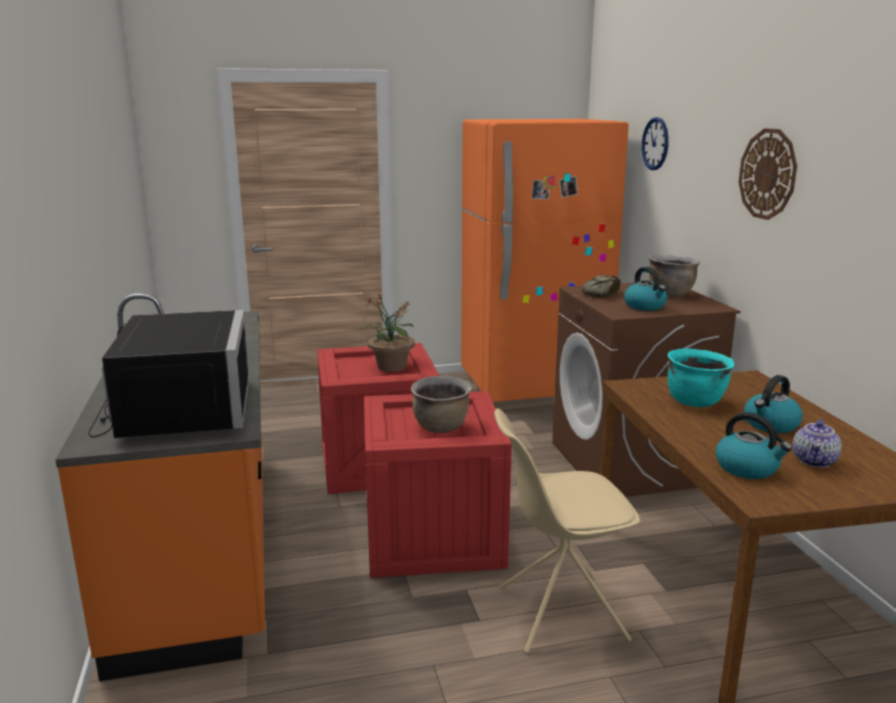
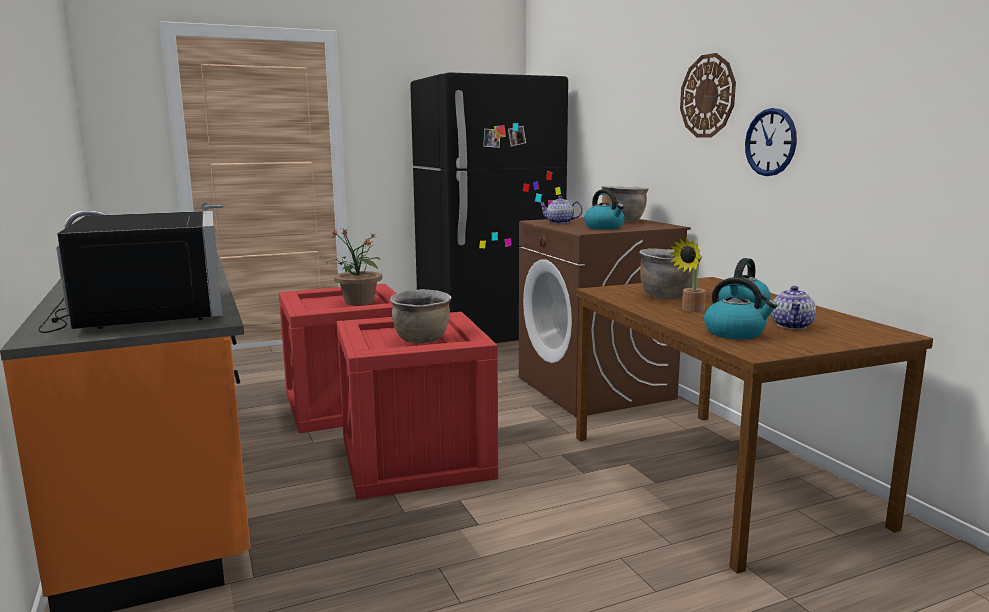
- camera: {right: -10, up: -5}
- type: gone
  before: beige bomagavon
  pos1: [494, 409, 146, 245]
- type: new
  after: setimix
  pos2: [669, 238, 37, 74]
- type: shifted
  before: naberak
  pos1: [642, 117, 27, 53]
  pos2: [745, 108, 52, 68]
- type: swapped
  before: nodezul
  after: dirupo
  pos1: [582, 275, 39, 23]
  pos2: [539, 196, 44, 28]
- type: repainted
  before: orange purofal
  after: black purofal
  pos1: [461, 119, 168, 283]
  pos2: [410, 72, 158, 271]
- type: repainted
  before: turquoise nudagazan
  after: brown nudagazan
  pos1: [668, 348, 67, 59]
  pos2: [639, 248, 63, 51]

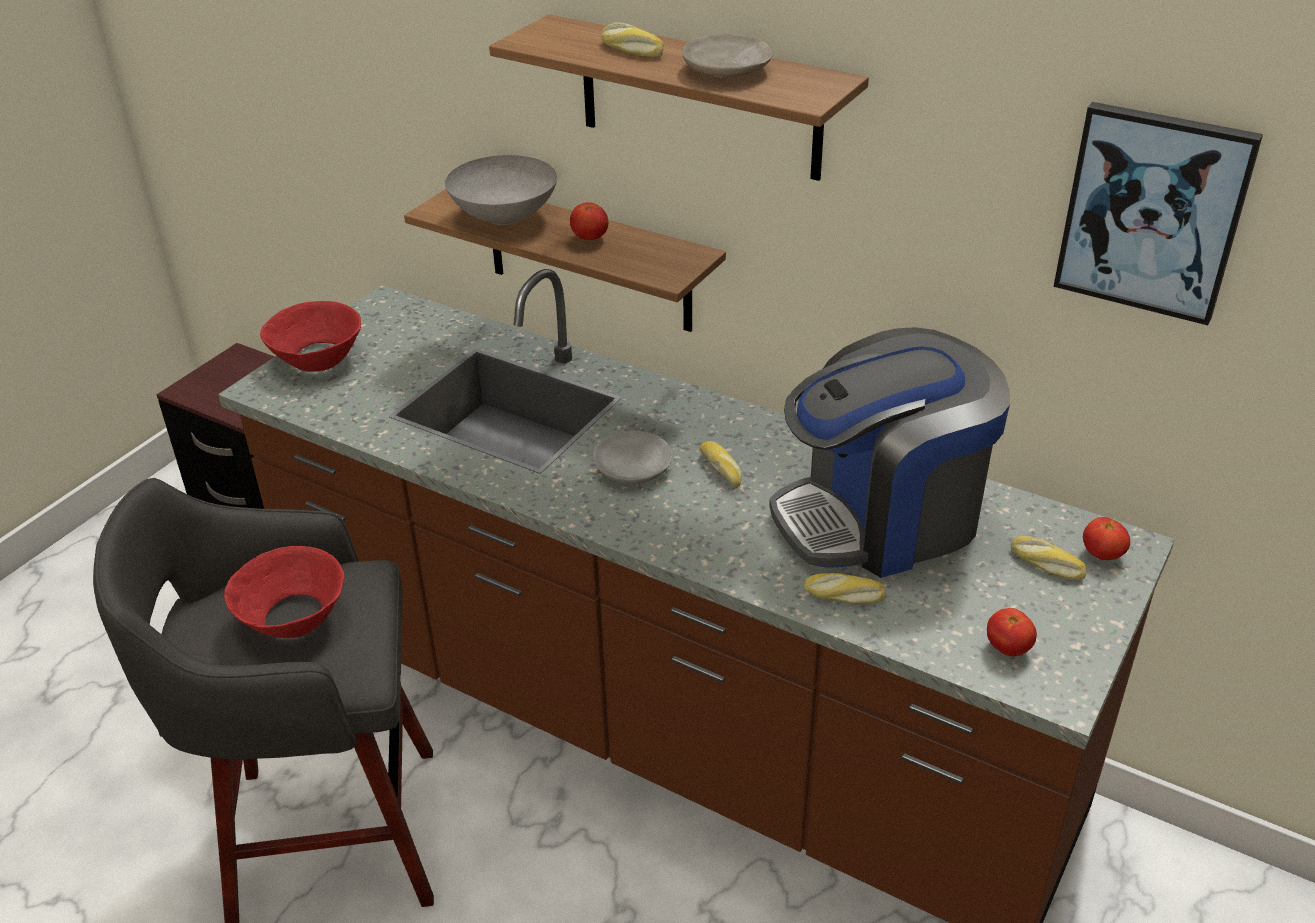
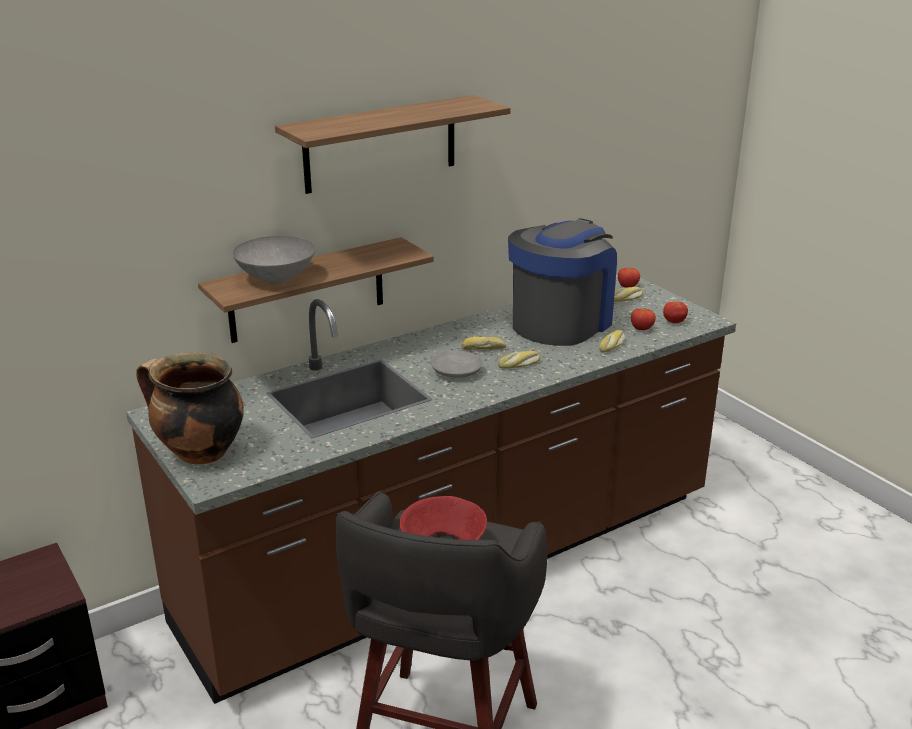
- camera: {right: -65, up: -10}
- type: gone
  before: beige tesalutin
  pos1: [682, 34, 90, 44]
- type: gone
  before: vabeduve
  pos1: [1053, 102, 210, 223]
- type: shifted
  before: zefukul
  pos1: [570, 202, 38, 38]
  pos2: [631, 308, 25, 22]
- type: shifted
  before: nodezul
  pos1: [601, 22, 63, 36]
  pos2: [498, 351, 43, 18]
- type: swapped
  before: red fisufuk
  after: nudagazan
  pos1: [260, 301, 101, 71]
  pos2: [136, 352, 108, 112]
- type: rotated
  before: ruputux
  pos1: [769, 327, 241, 251]
  pos2: [508, 218, 109, 128]
  turn: -150

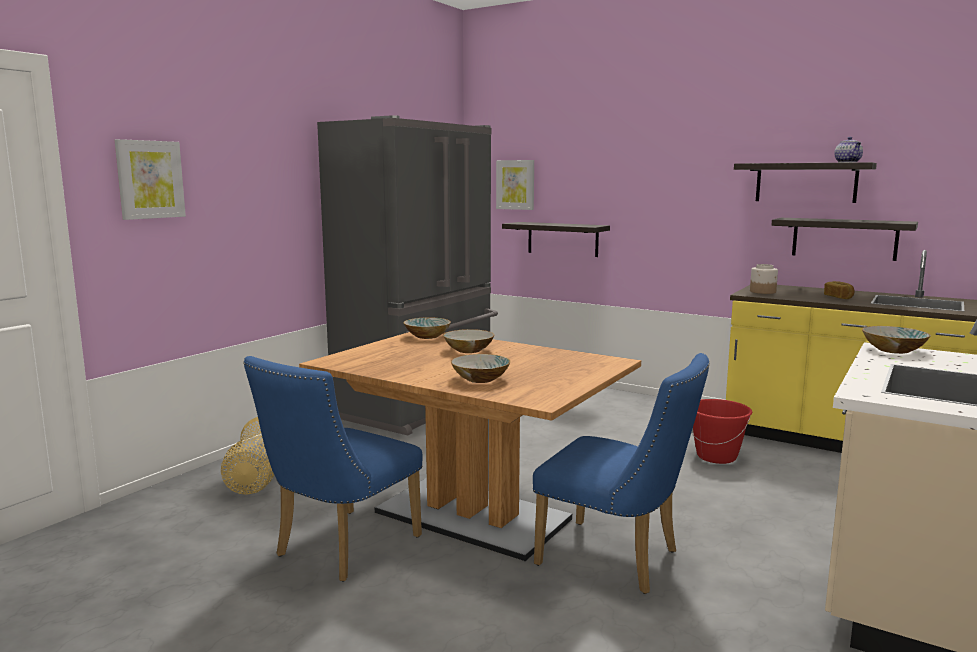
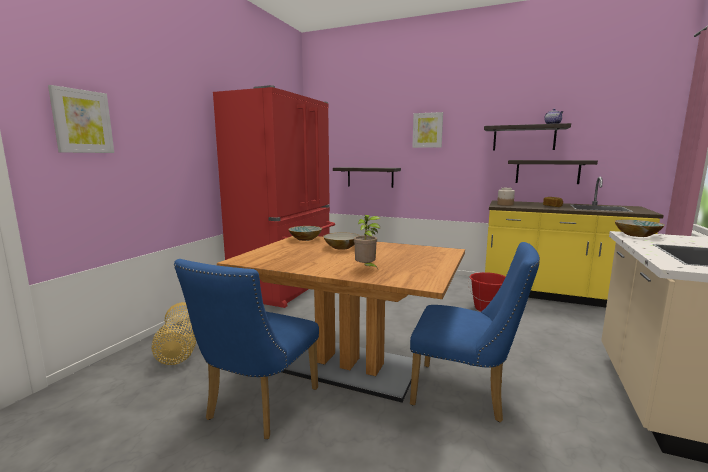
- camera: {right: -10, up: 0}
- type: shifted
  before: vabeduve
  pos1: [496, 160, 38, 50]
  pos2: [412, 112, 31, 36]
- type: swapped
  before: fisufuk
  after: setimix
  pos1: [451, 354, 60, 29]
  pos2: [354, 215, 26, 54]
- type: repainted
  before: grey purofal
  after: red purofal
  pos1: [317, 115, 181, 321]
  pos2: [213, 85, 122, 223]

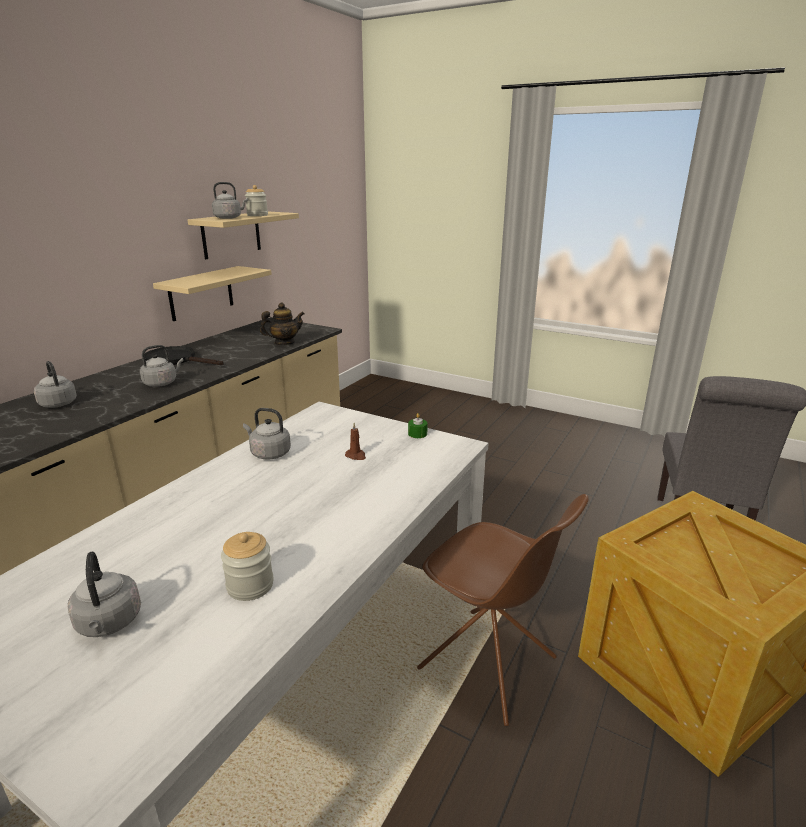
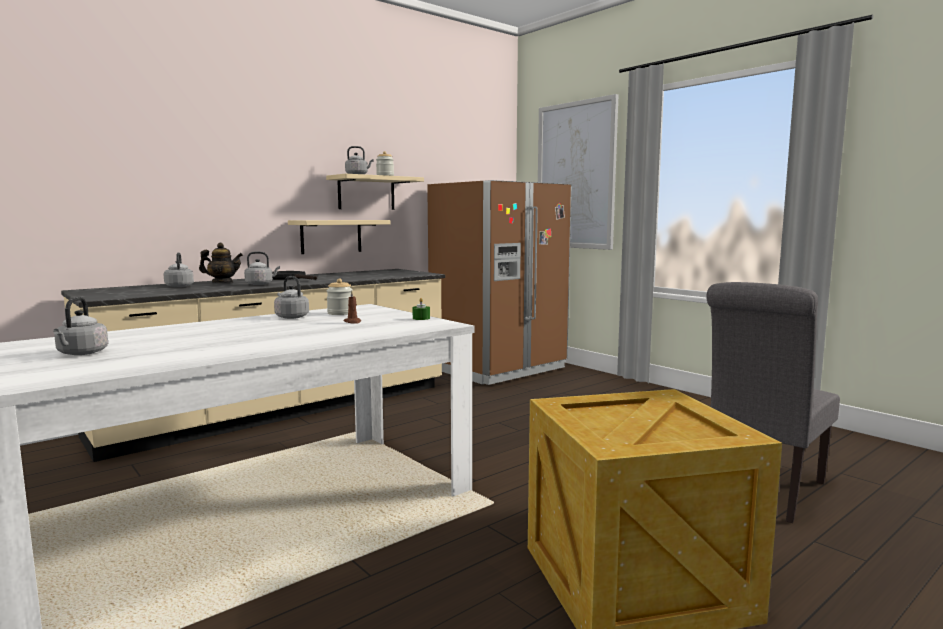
- camera: {right: 20, up: -15}
- type: gone
  before: brown bomagavon
  pos1: [417, 494, 172, 232]
- type: new
  after: brown purofal
  pos2: [427, 180, 145, 205]
- type: new
  after: vabeduve
  pos2: [538, 94, 80, 156]
- type: shifted
  before: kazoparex
  pos1: [221, 532, 53, 69]
  pos2: [326, 278, 27, 37]
- type: shifted
  before: dirupo
  pos1: [260, 302, 45, 43]
  pos2: [199, 243, 44, 40]

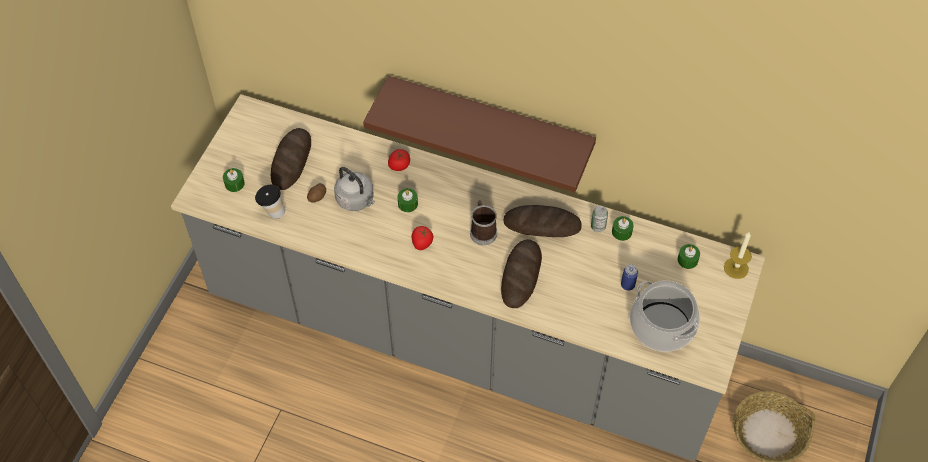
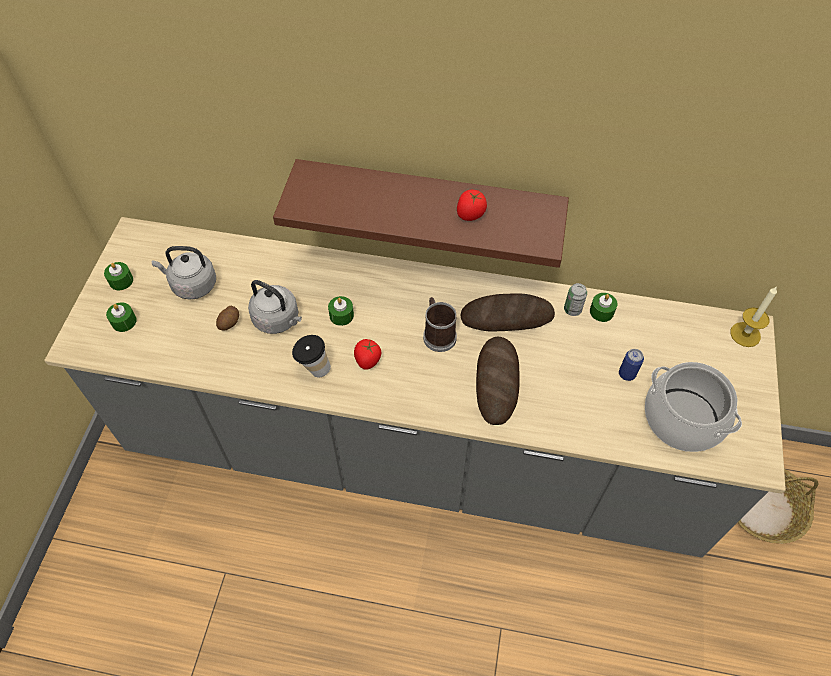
- camera: {right: -10, up: 0}
- type: shifted
  before: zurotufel
  pos1: [255, 185, 30, 34]
  pos2: [292, 335, 39, 42]
- type: shifted
  before: zefukul
  pos1: [388, 149, 22, 22]
  pos2: [457, 190, 30, 31]
- type: shifted
  before: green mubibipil
  pos1: [677, 244, 23, 25]
  pos2: [104, 262, 29, 28]
- type: swapped
  before: nodezul
  after: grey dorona
  pos1: [271, 128, 40, 62]
  pos2: [152, 246, 64, 54]

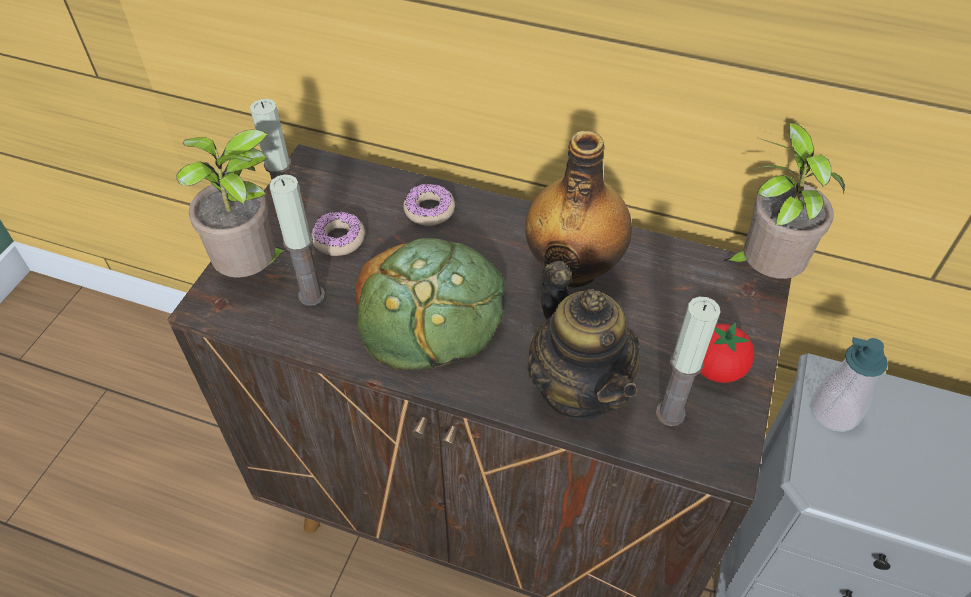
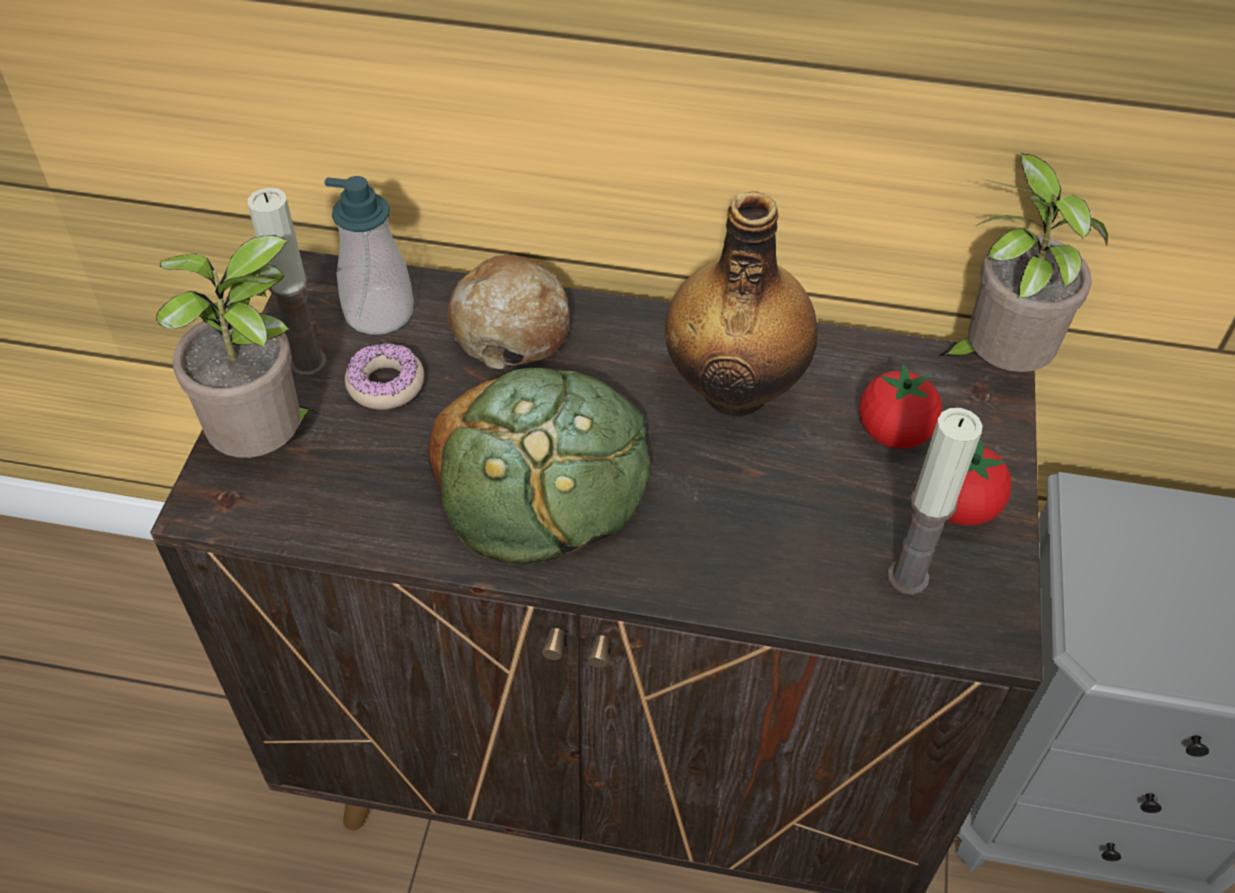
- camera: {right: -10, up: 0}
- type: gone
  before: mubibipil
  pos1: [270, 175, 55, 131]
- type: gone
  before: dirupo
  pos1: [527, 261, 113, 159]
- type: new
  after: zefukul
  pos2: [859, 364, 83, 85]
- type: shifted
  before: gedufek
  pos1: [810, 337, 78, 95]
  pos2: [325, 176, 89, 159]
- type: swapped
  before: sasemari
  after: nodezul
  pos1: [403, 184, 52, 42]
  pos2: [447, 255, 123, 114]

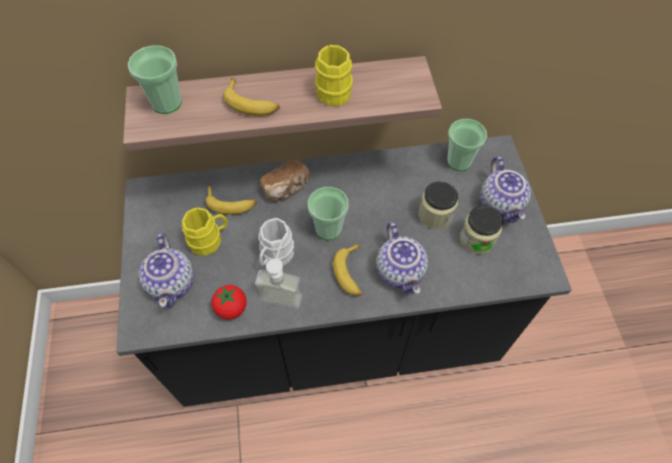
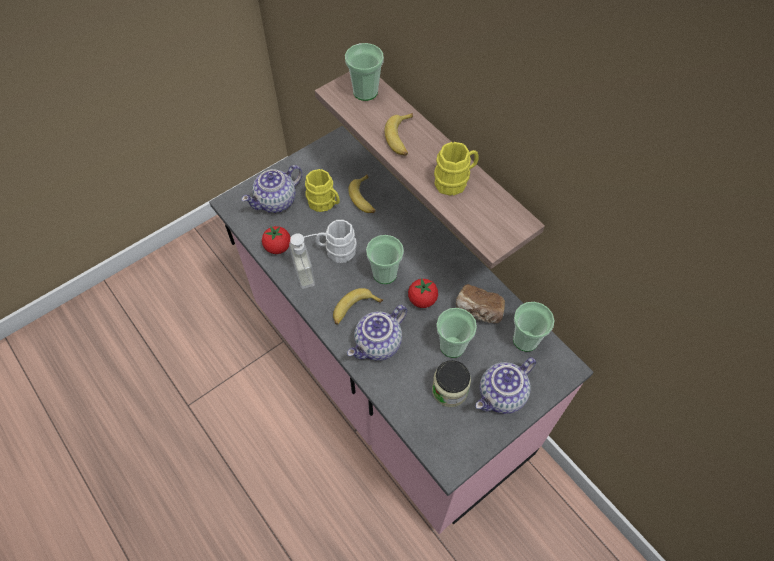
- camera: {right: 60, up: 0}
- type: new
  after: zefukul
  pos2: [408, 278, 30, 30]
- type: shifted
  before: nodezul
  pos1: [260, 160, 50, 42]
  pos2: [456, 284, 49, 40]
- type: swapped
  before: kazoparex
  after: zurotufel
  pos1: [418, 181, 40, 48]
  pos2: [436, 308, 41, 50]
- type: repainted
  before: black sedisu
  after: pink sedisu
  pos1: [117, 135, 455, 272]
  pos2: [209, 126, 385, 408]

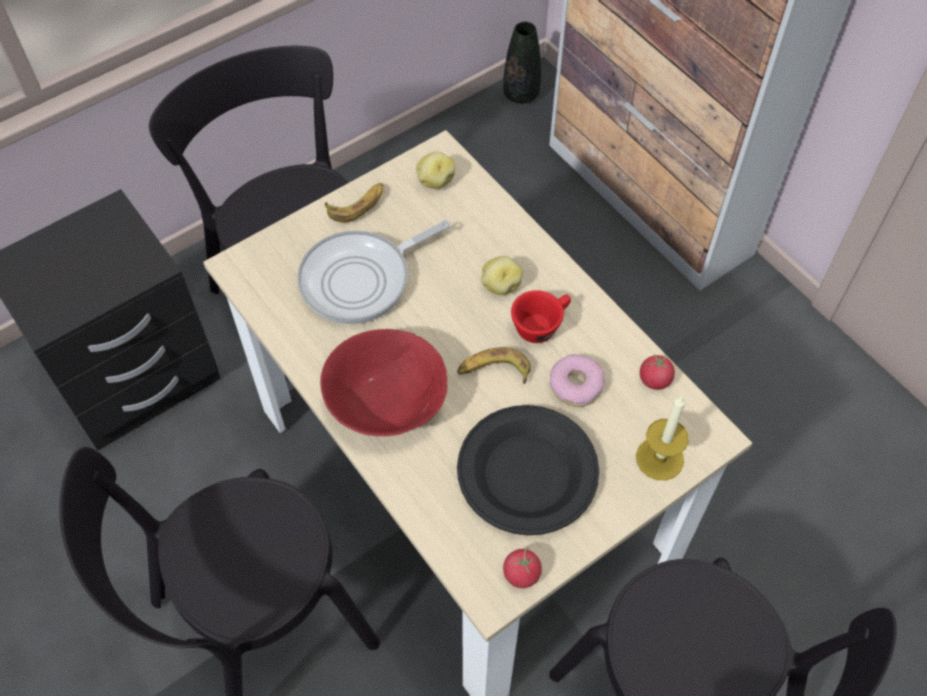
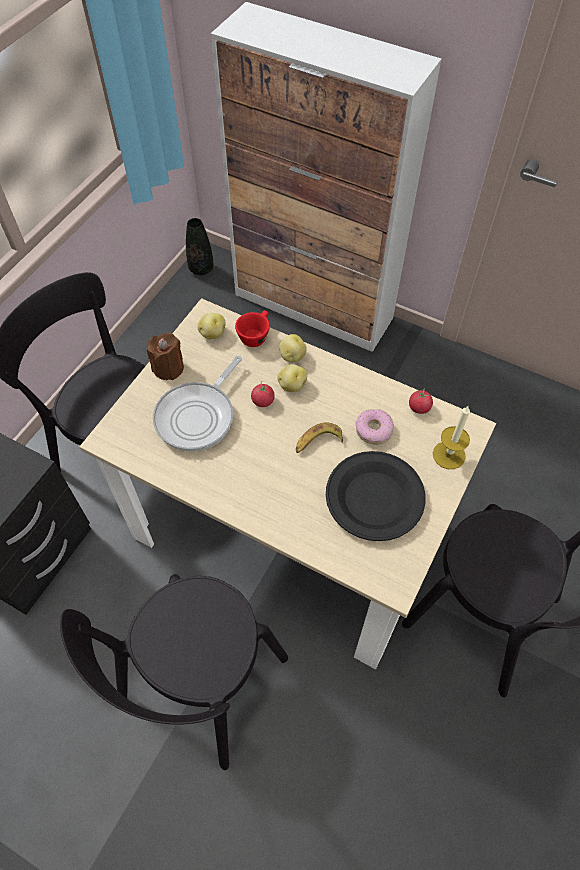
- camera: {right: -25, up: 0}
- type: gone
  before: red fisufuk
  pos1: [320, 329, 127, 107]
- type: new
  after: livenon
  pos2: [279, 334, 28, 29]
- type: shifted
  before: zefukul
  pos1: [503, 547, 39, 41]
  pos2: [251, 381, 24, 26]
- type: shifted
  before: red zurotufel
  pos1: [511, 290, 60, 53]
  pos2: [235, 310, 35, 37]
- type: swapped
  before: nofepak
  after: brown mubibipil
  pos1: [325, 183, 59, 39]
  pos2: [147, 332, 37, 48]

